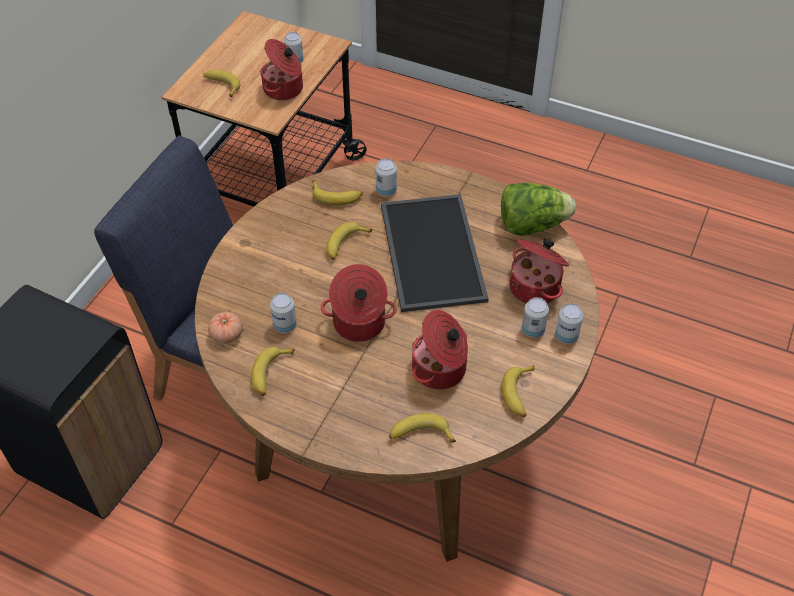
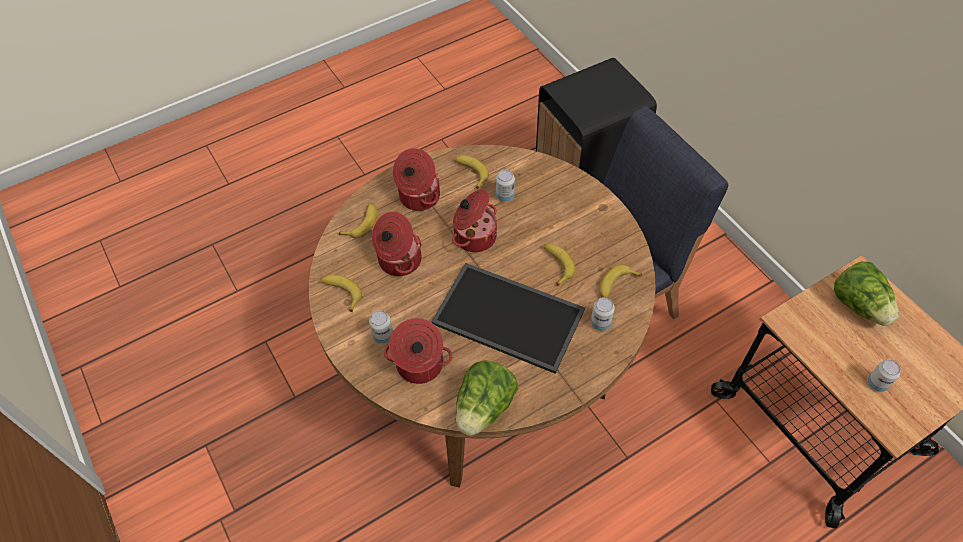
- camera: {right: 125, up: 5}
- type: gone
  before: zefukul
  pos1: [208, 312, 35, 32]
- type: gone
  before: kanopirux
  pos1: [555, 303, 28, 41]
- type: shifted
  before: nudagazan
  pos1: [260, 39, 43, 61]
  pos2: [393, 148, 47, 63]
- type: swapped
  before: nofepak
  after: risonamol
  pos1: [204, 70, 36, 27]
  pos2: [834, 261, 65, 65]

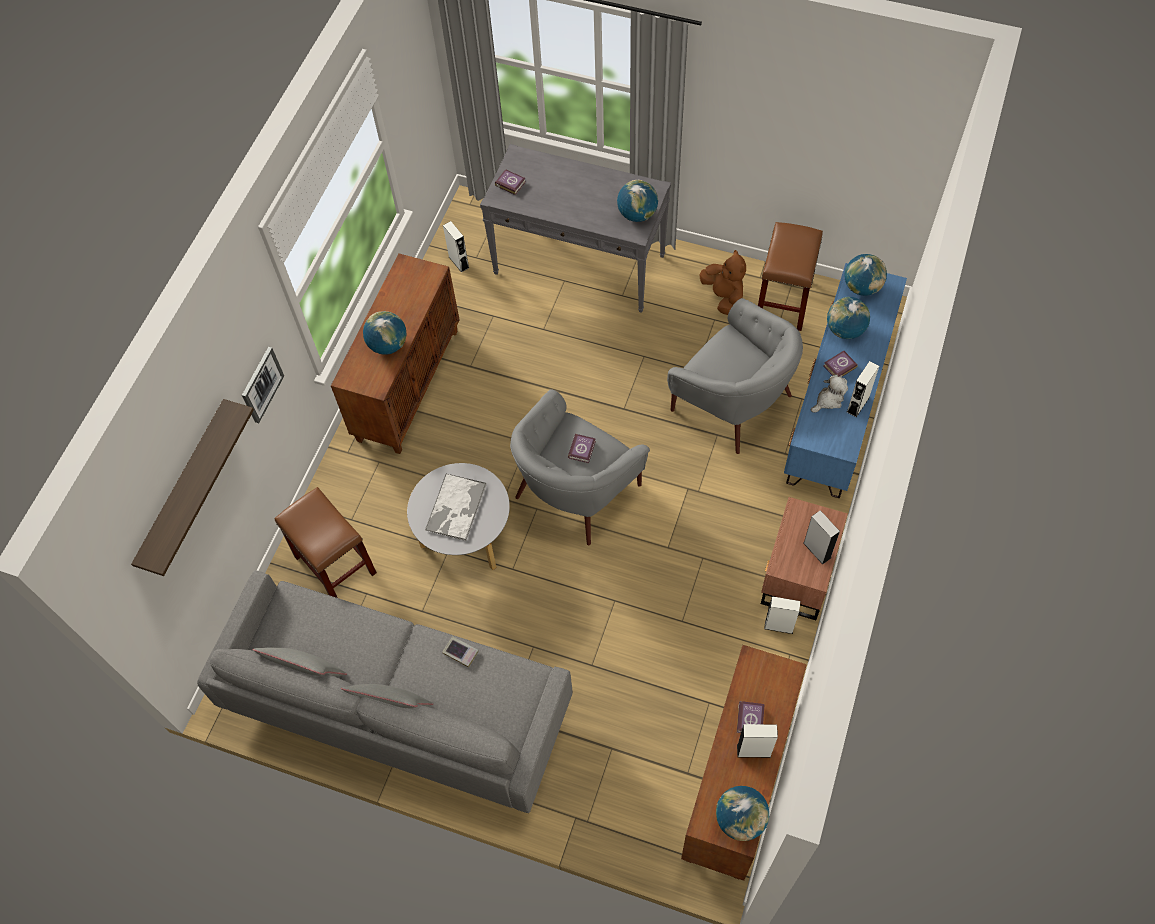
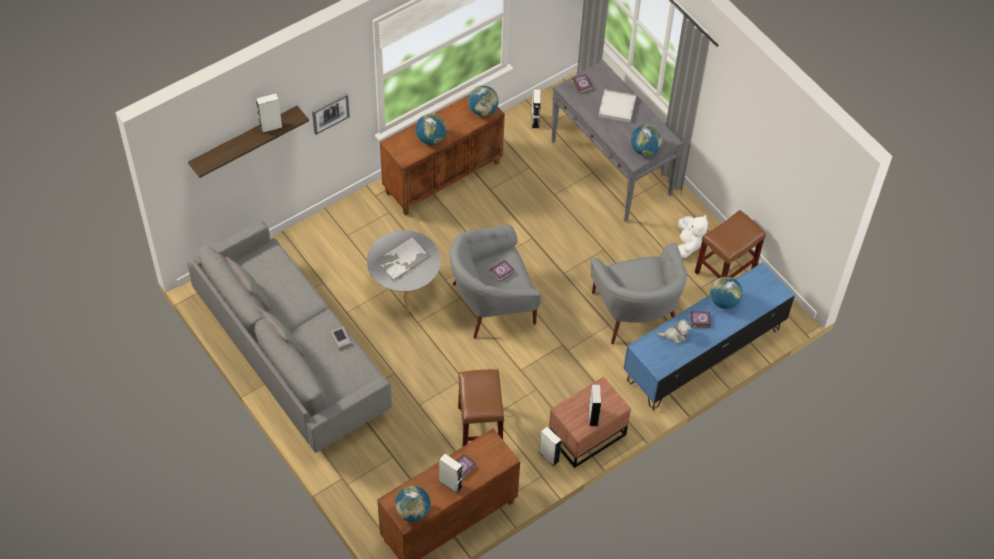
- camera: {right: 30, up: -5}
- type: new
  after: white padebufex
  pos2: [598, 89, 38, 34]
- type: shifted
  before: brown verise
  pos1: [274, 487, 103, 111]
  pos2: [458, 369, 46, 77]
- type: shifted
  before: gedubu
  pos1: [844, 254, 43, 42]
  pos2: [468, 86, 31, 30]
- type: shifted
  before: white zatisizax
  pos1: [847, 361, 32, 56]
  pos2: [256, 93, 27, 40]
- type: repainted
  before: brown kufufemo
  after: white kufufemo
  pos1: [700, 250, 46, 65]
  pos2: [678, 214, 30, 44]

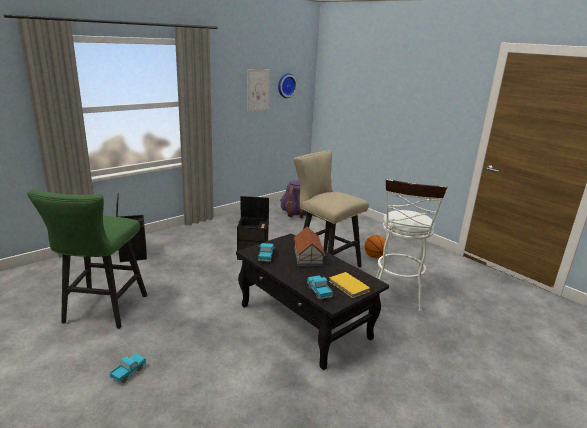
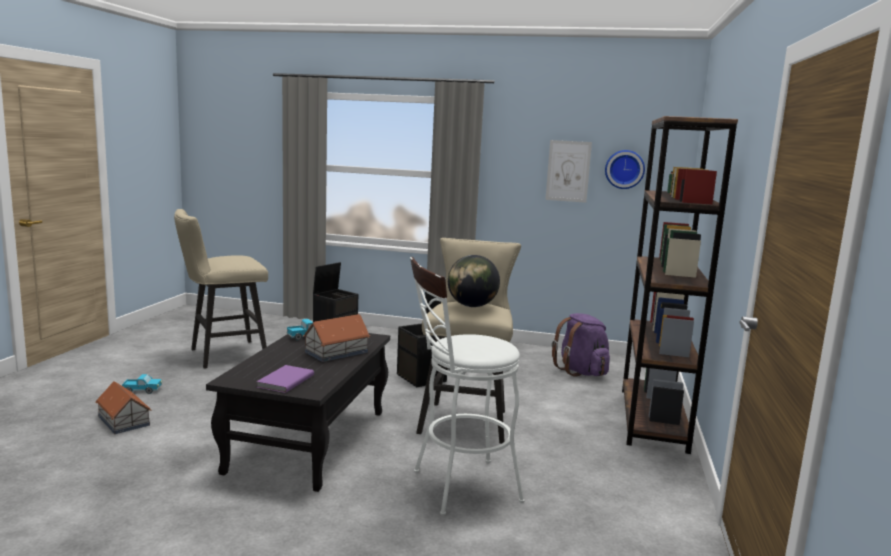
- camera: {right: 55, up: -10}
- type: gone
  before: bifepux
  pos1: [307, 275, 26, 24]
- type: gone
  before: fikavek
  pos1: [364, 235, 22, 23]
- type: new
  after: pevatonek
  pos2: [96, 381, 55, 53]
- type: new
  after: gedubu
  pos2: [448, 255, 52, 52]
- type: new
  after: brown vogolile
  pos2: [622, 116, 116, 338]
- type: repainted
  before: green verise
  after: beige verise
  pos1: [27, 189, 120, 140]
  pos2: [174, 209, 94, 160]
- type: repainted
  before: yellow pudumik
  after: purple pudumik
  pos1: [329, 272, 42, 26]
  pos2: [256, 365, 58, 28]

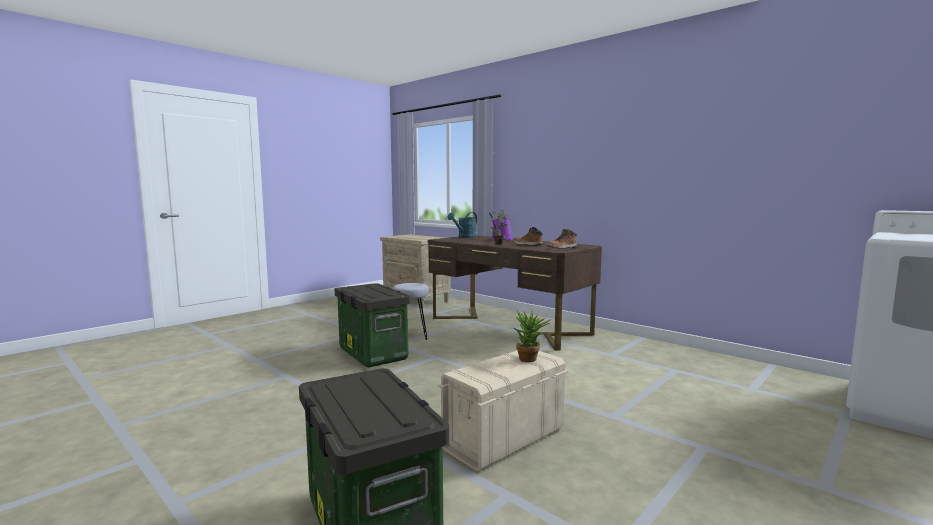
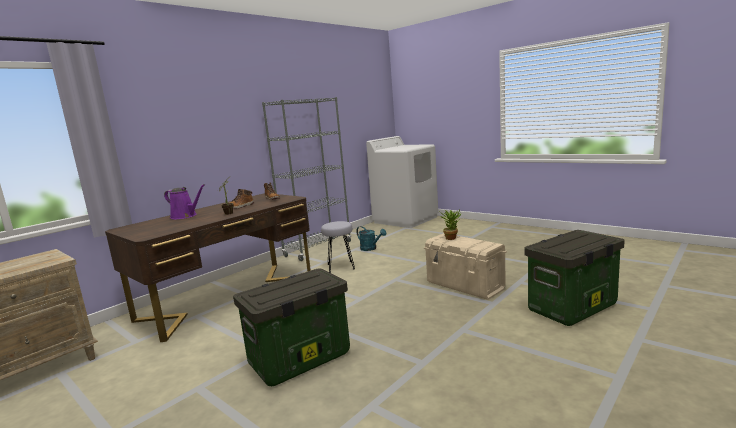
- camera: {right: -90, up: 5}
- type: new
  after: grey vogolile
  pos2: [262, 97, 89, 164]
- type: shifted
  before: grey verise
  pos1: [393, 283, 36, 57]
  pos2: [321, 221, 34, 52]
- type: shifted
  before: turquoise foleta
  pos1: [447, 212, 30, 26]
  pos2: [356, 226, 30, 25]

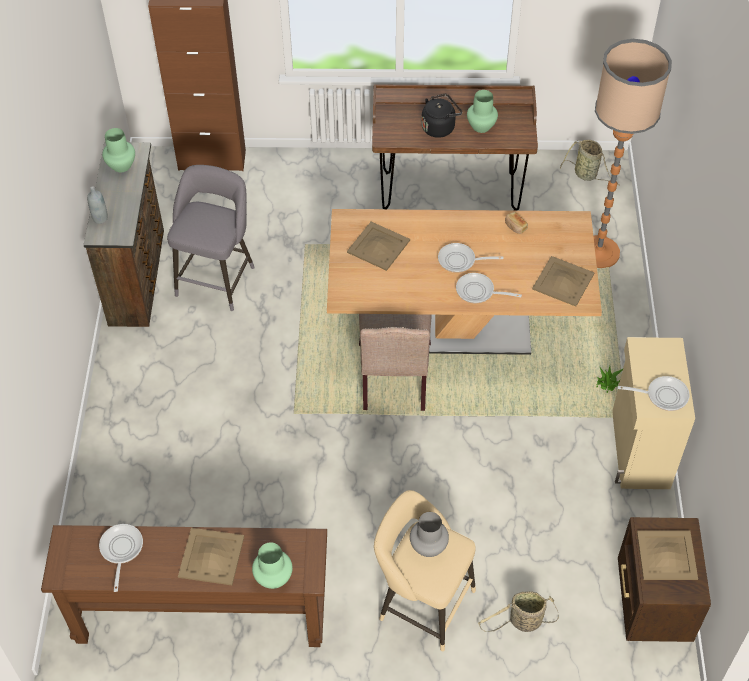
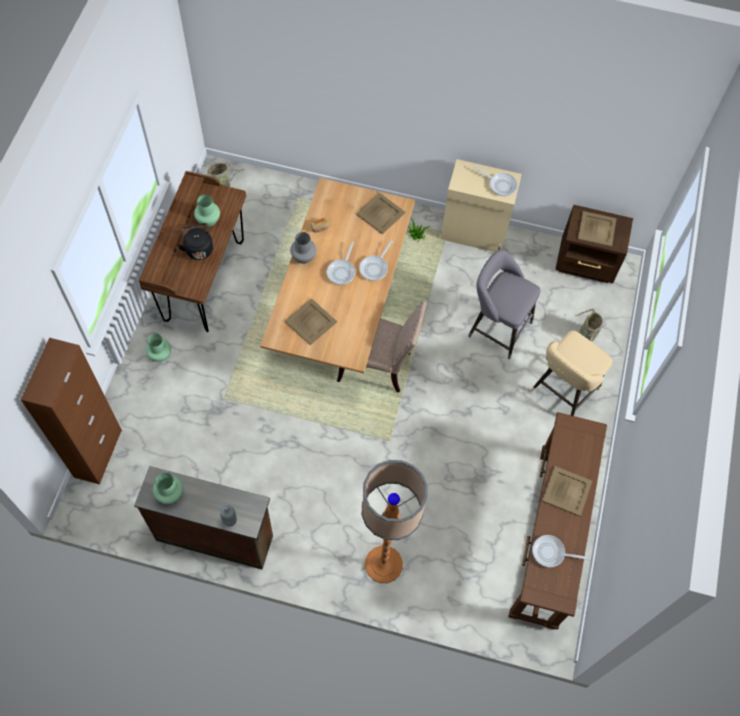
- camera: {right: -80, up: 10}
- type: shifted
  before: grey verise
  pos1: [167, 165, 88, 146]
  pos2: [468, 249, 72, 110]
- type: shifted
  before: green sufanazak
  pos1: [252, 543, 41, 46]
  pos2: [146, 334, 25, 28]
- type: shifted
  before: grey sufanazak
  pos1: [410, 512, 39, 45]
  pos2: [290, 232, 26, 32]
- type: shifted
  before: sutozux
  pos1: [593, 39, 79, 229]
  pos2: [362, 460, 65, 123]
- type: rotated
  before: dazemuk
  pos1: [618, 376, 72, 35]
  pos2: [474, 166, 44, 30]
  turn: 105

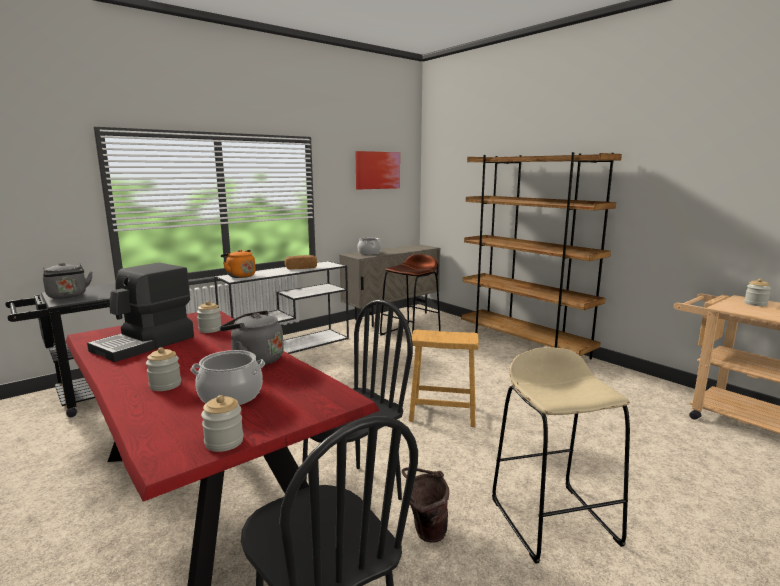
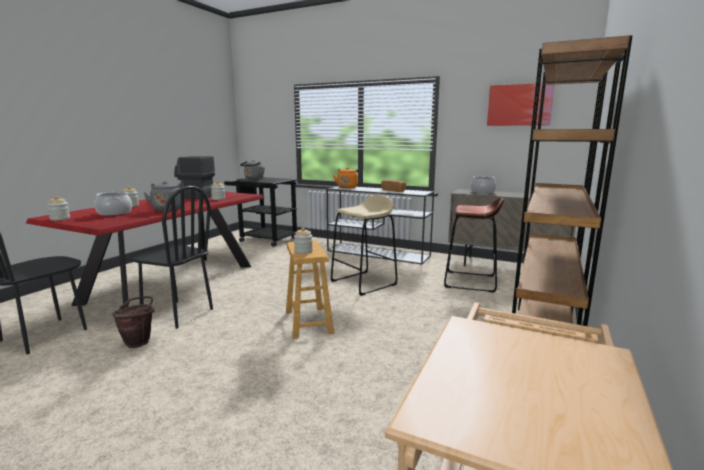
- camera: {right: 65, up: 0}
- type: shifted
  before: beige verise
  pos1: [492, 347, 138, 217]
  pos2: [331, 195, 66, 101]
- type: shifted
  before: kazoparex
  pos1: [744, 279, 27, 27]
  pos2: [294, 228, 19, 26]

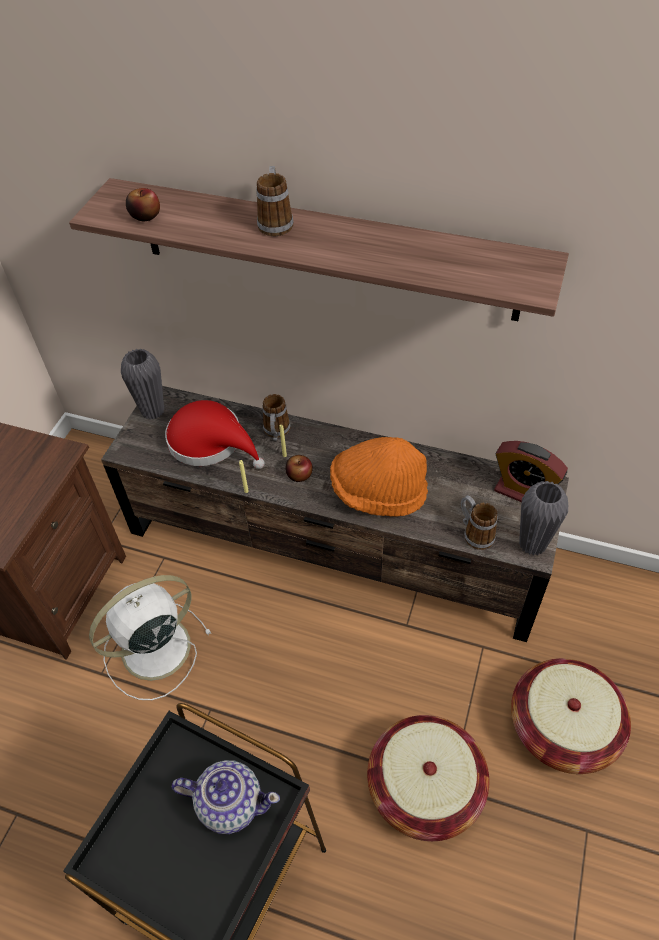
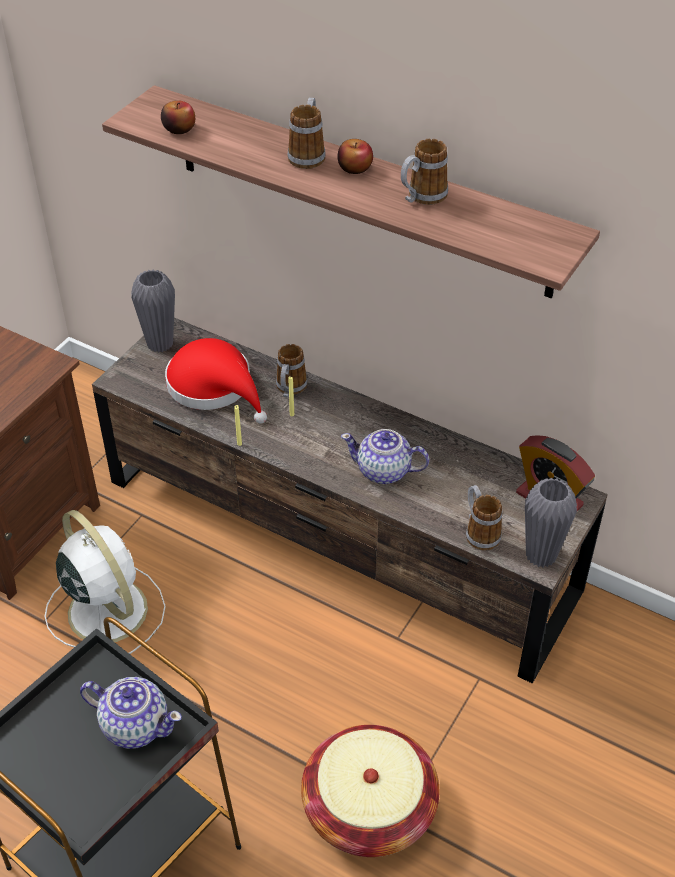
- camera: {right: 10, up: -5}
- type: gone
  before: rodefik
  pos1: [511, 658, 120, 116]
- type: new
  after: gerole
  pos2: [401, 139, 47, 66]
- type: shifted
  before: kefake
  pos1: [285, 455, 28, 27]
  pos2: [337, 139, 36, 35]
- type: swapped
  before: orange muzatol
  after: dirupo
  pos1: [330, 437, 98, 80]
  pos2: [341, 429, 88, 55]
- type: rotated
  before: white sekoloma
  pos1: [89, 575, 122, 125]
  pos2: [44, 510, 122, 144]
  turn: 75

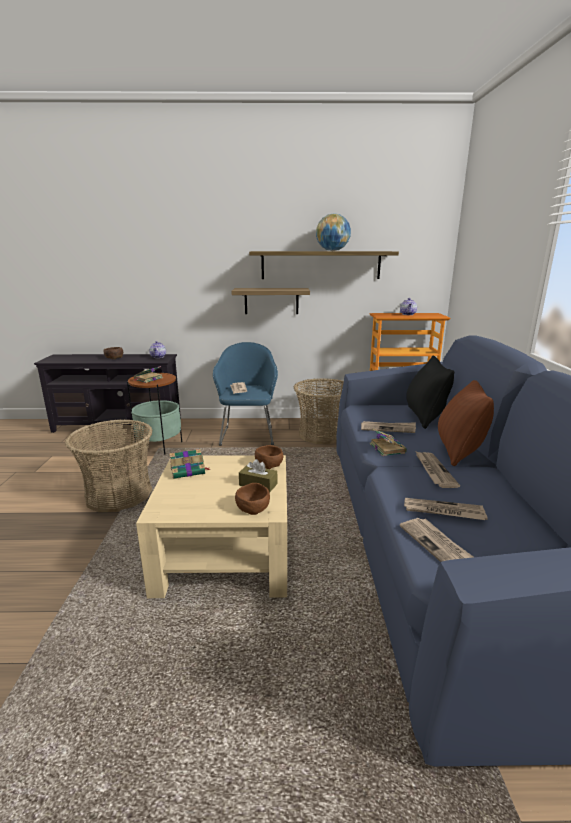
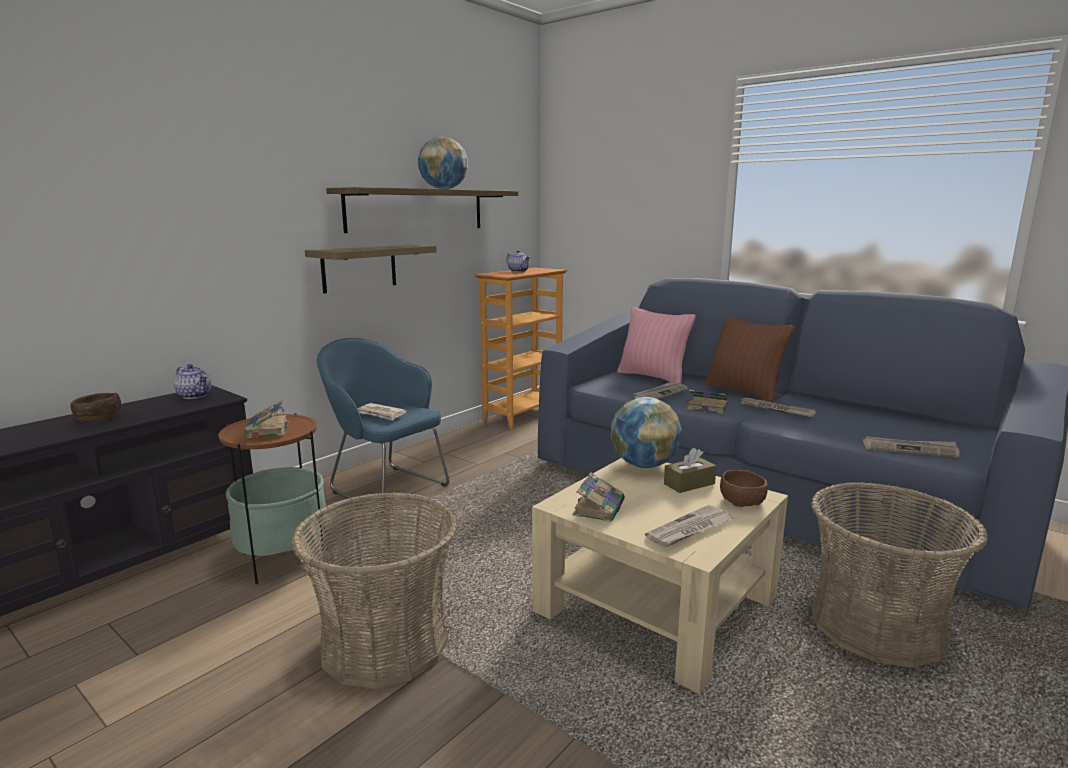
- camera: {right: -50, up: -5}
- type: shifted
  before: rodefik
  pos1: [294, 378, 50, 66]
  pos2: [811, 482, 177, 186]
- type: shifted
  before: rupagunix
  pos1: [404, 498, 84, 22]
  pos2: [645, 505, 88, 43]
- type: swapped
  before: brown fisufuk
  after: gedubu
  pos1: [255, 445, 28, 24]
  pos2: [611, 397, 71, 71]
- type: repainted
  before: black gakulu
  after: pink gakulu
  pos1: [406, 356, 48, 73]
  pos2: [617, 307, 79, 77]

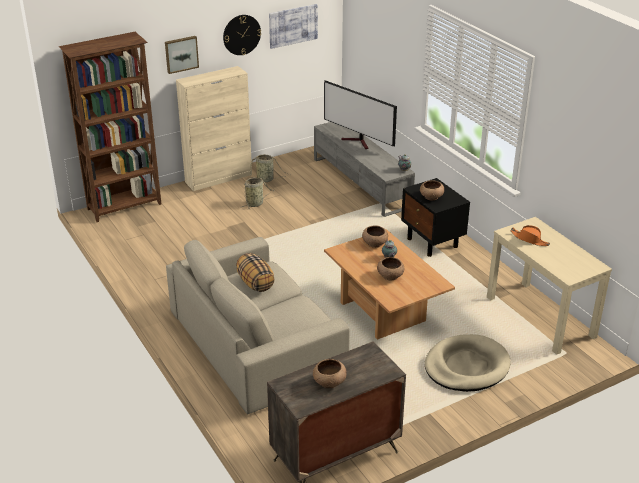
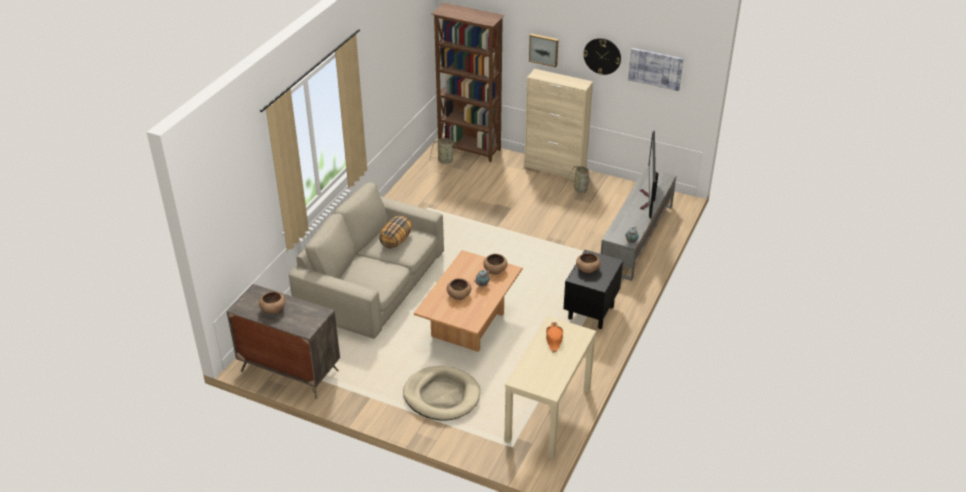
- camera: {right: 55, up: 5}
- type: shifted
  before: rodefik
  pos1: [240, 178, 35, 31]
  pos2: [429, 138, 39, 26]

